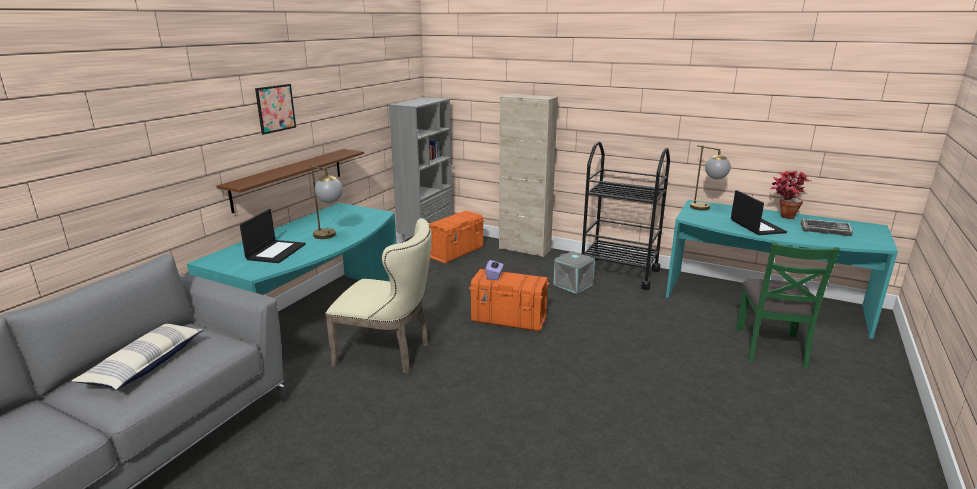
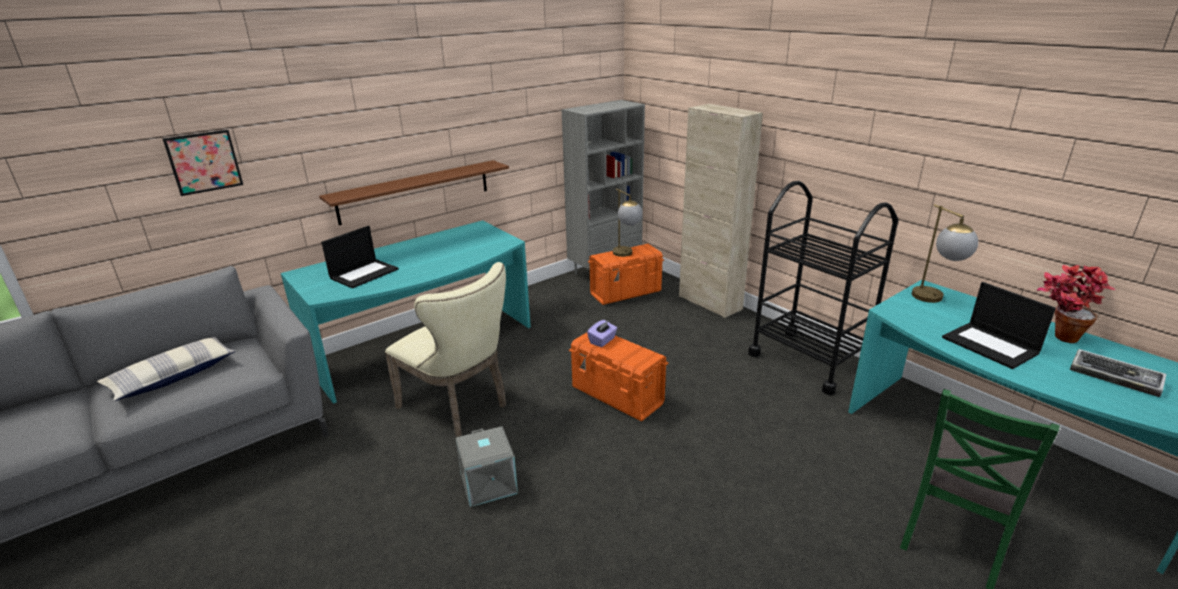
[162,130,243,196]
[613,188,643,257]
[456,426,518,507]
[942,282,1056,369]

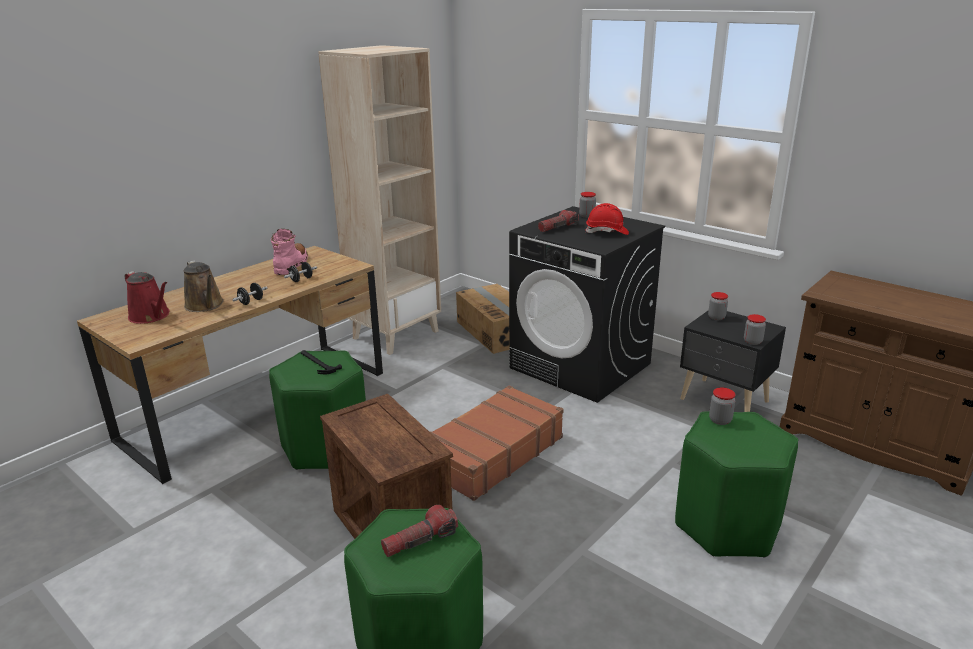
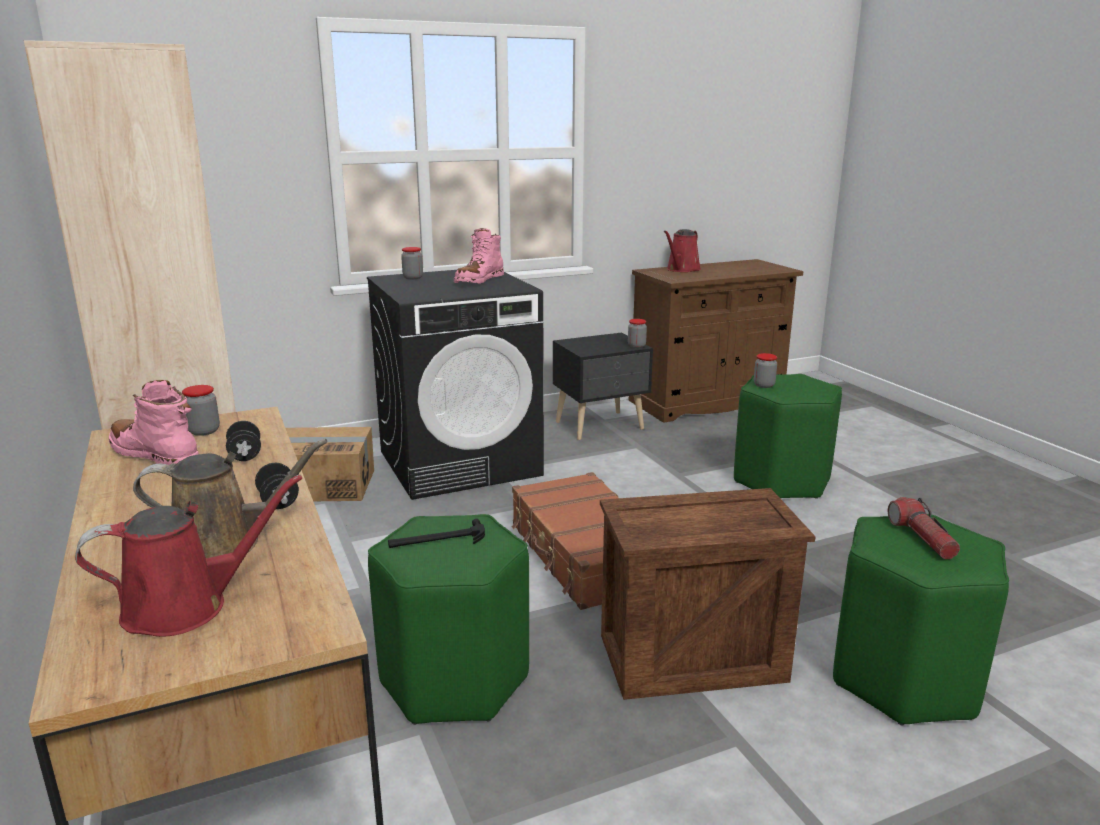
[538,210,579,232] (first image)
[454,228,504,284]
[182,385,220,436]
[664,229,701,272]

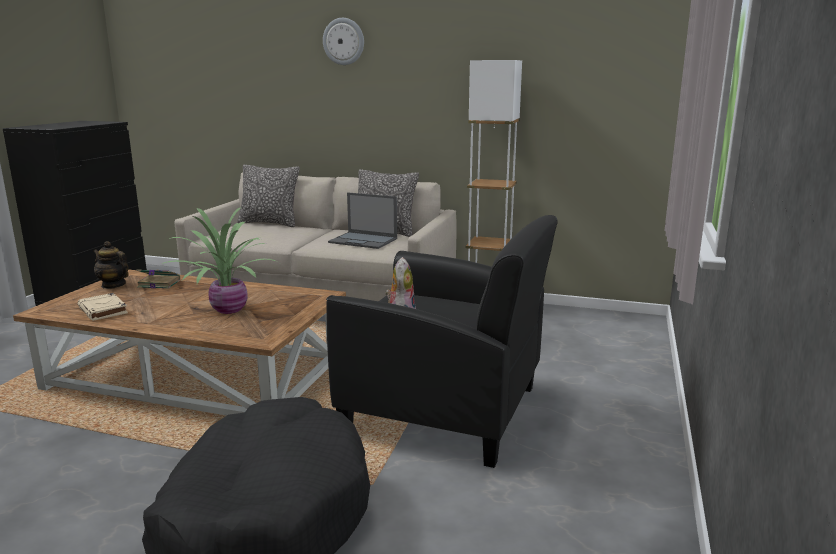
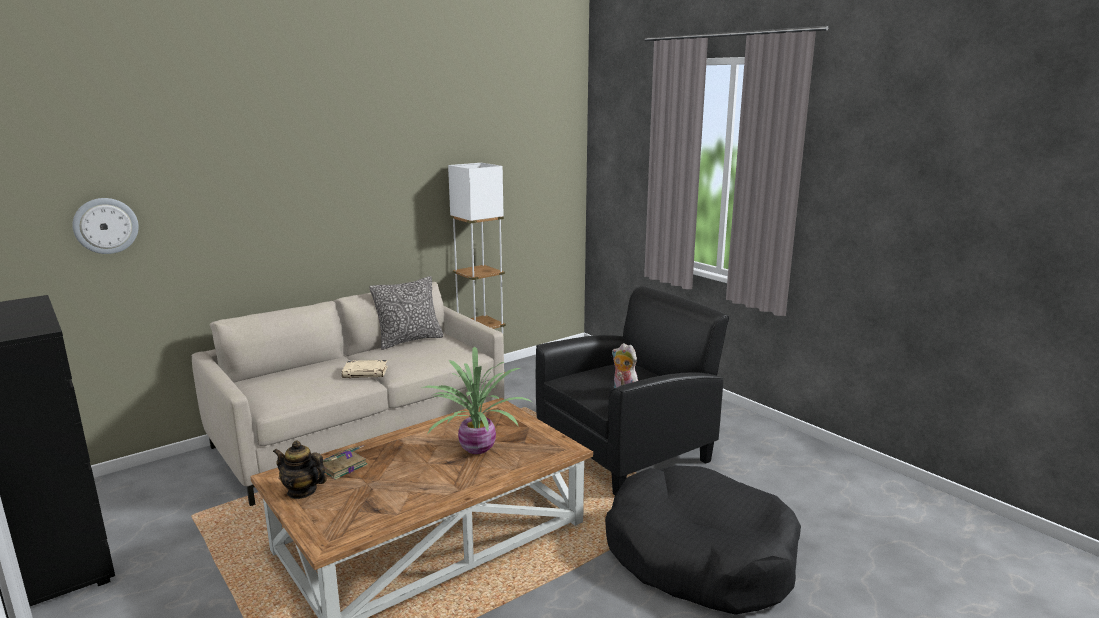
[342,360,388,378]
[273,441,327,499]
[237,164,300,227] (first image)
[72,198,139,254]
[328,192,397,249] (first image)

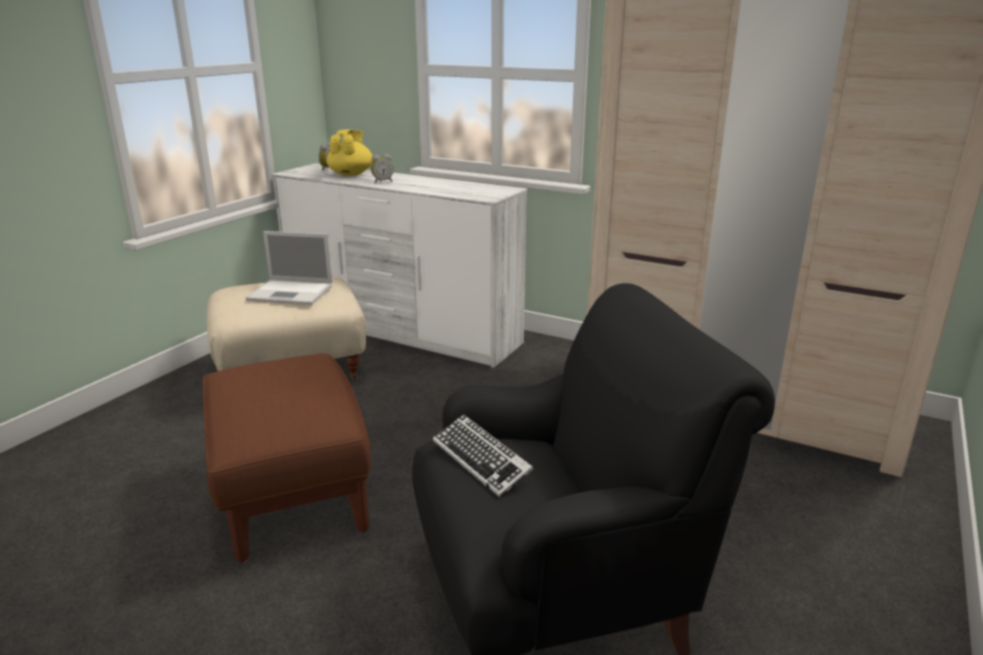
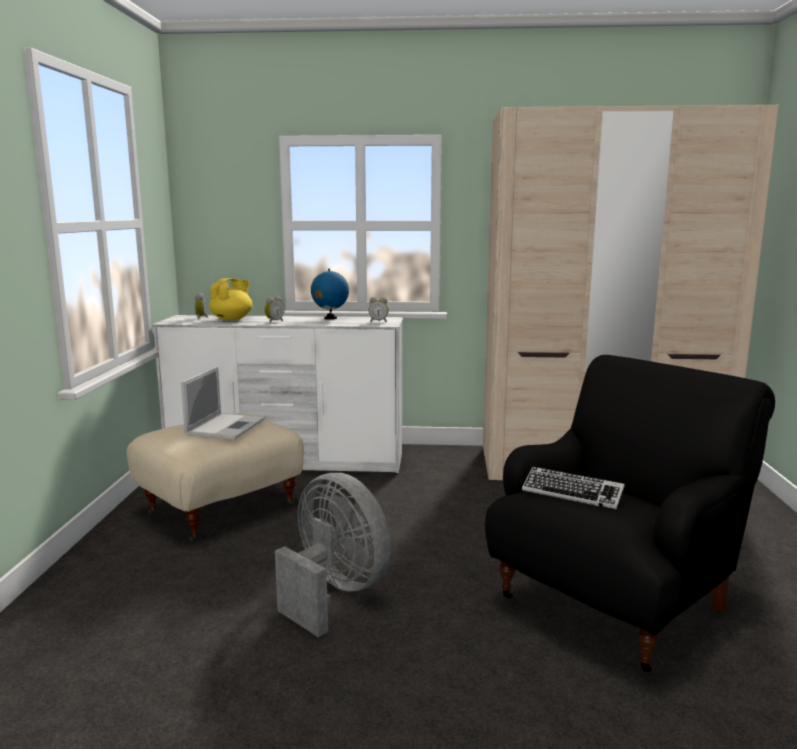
[275,473,391,637]
[181,367,265,440]
[209,278,253,320]
[311,269,349,319]
[369,297,389,322]

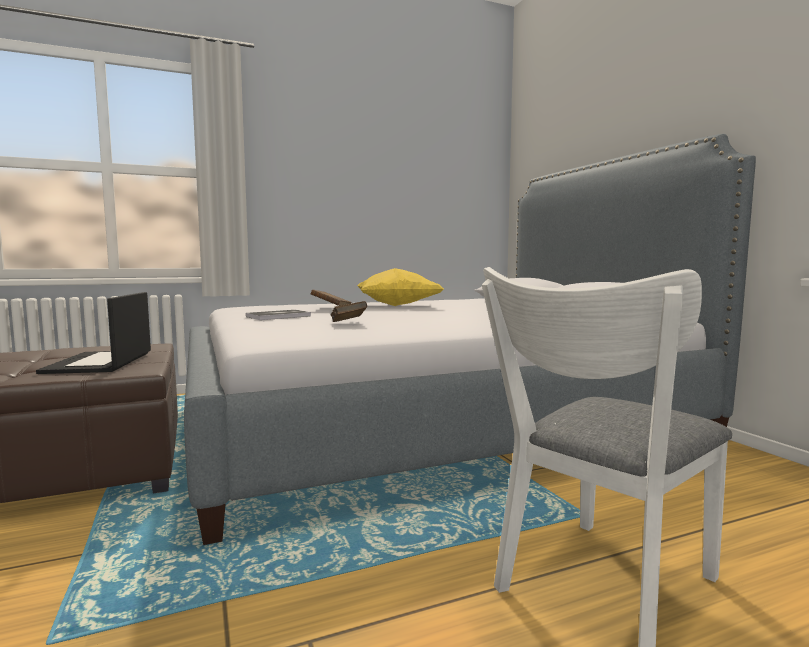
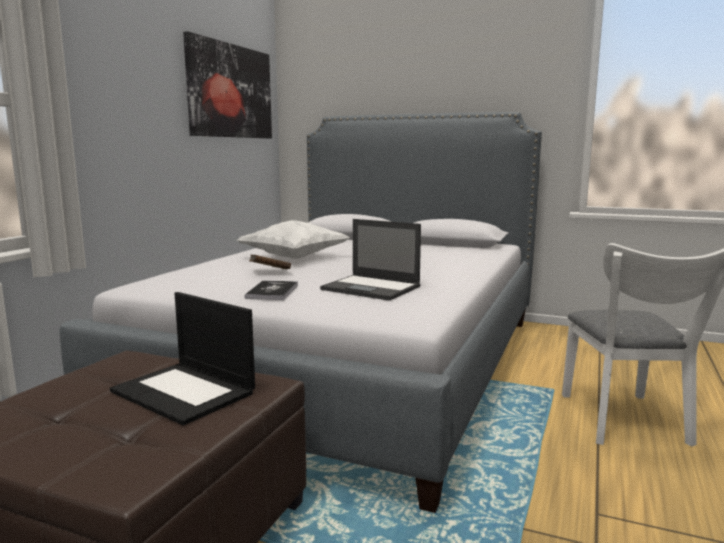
[320,219,421,301]
[237,220,350,259]
[183,31,272,138]

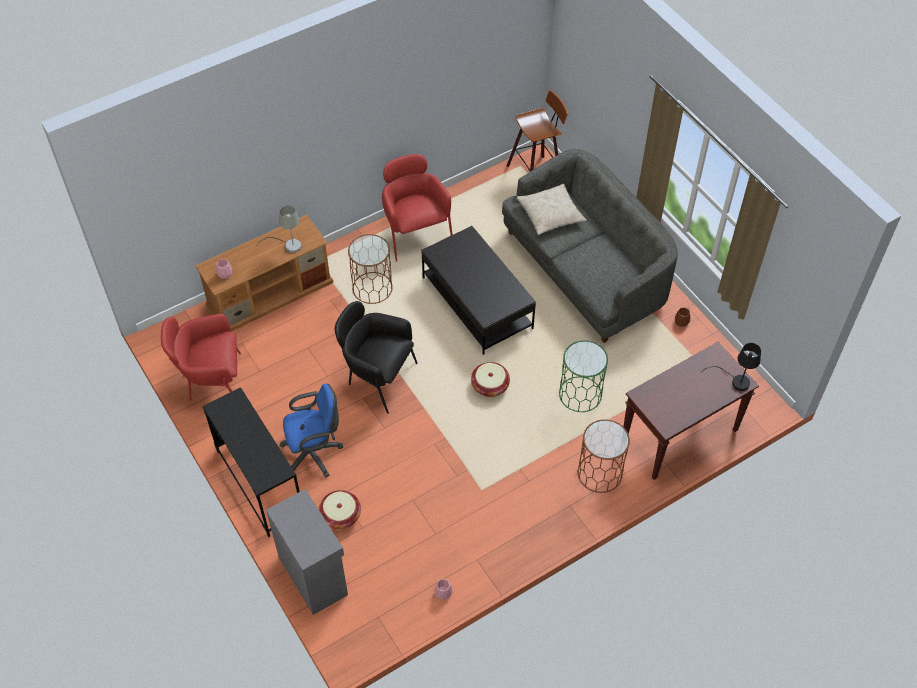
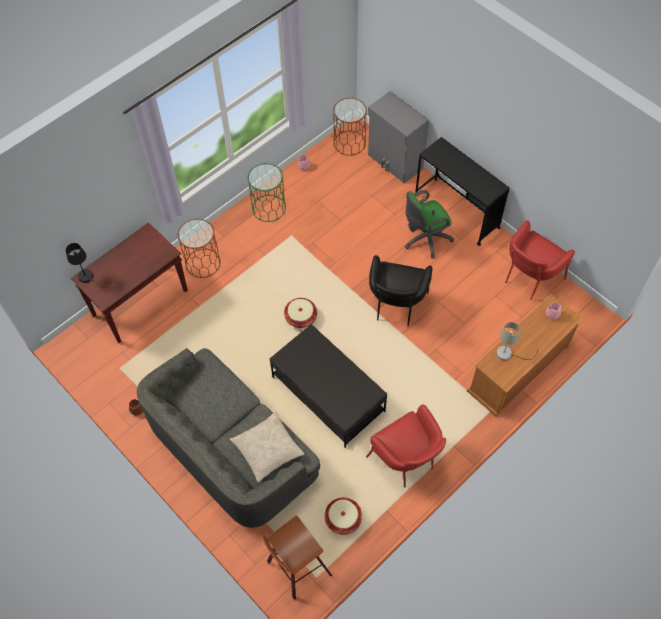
[505,220,575,300]
[405,190,454,258]
[324,497,362,535]
[369,255,433,327]
[333,98,367,156]
[248,163,286,222]

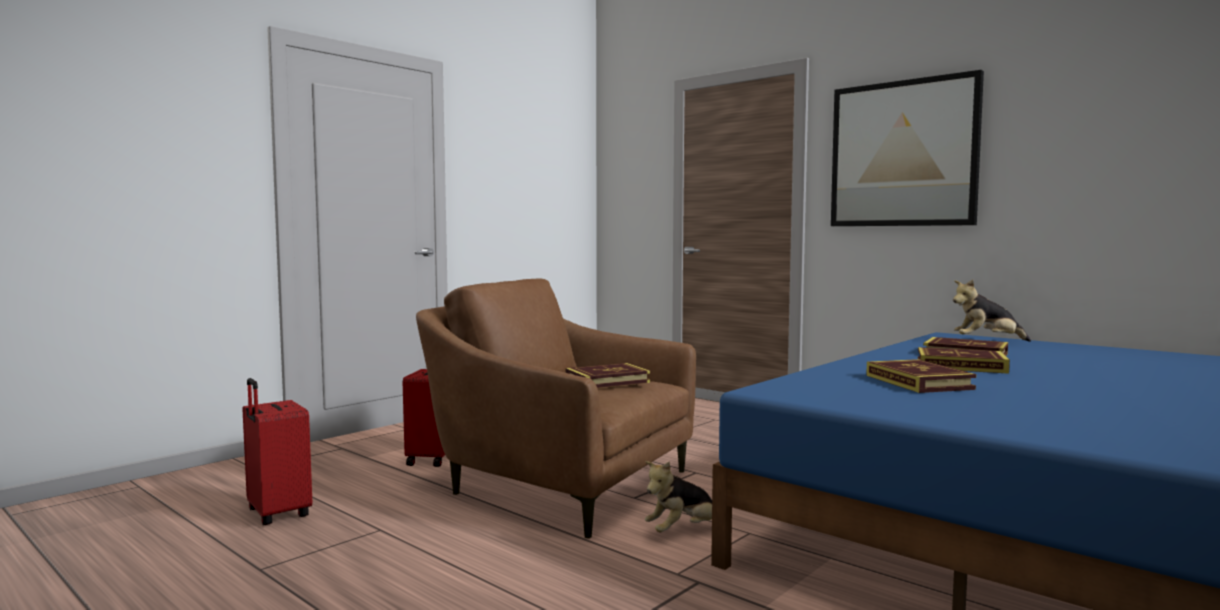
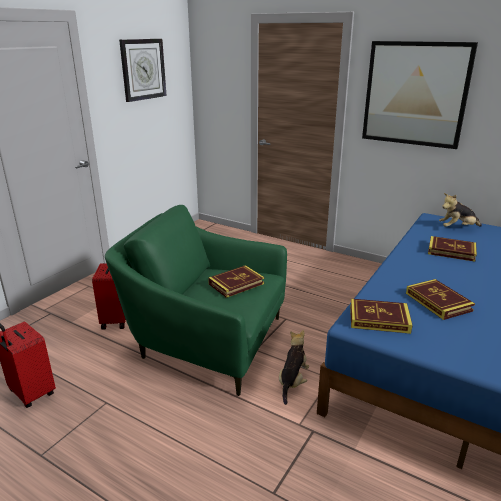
[105,205,287,396]
[279,330,309,405]
[350,299,413,334]
[119,39,167,102]

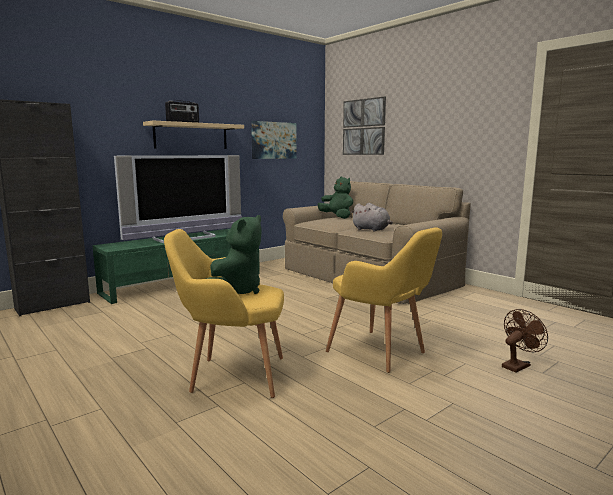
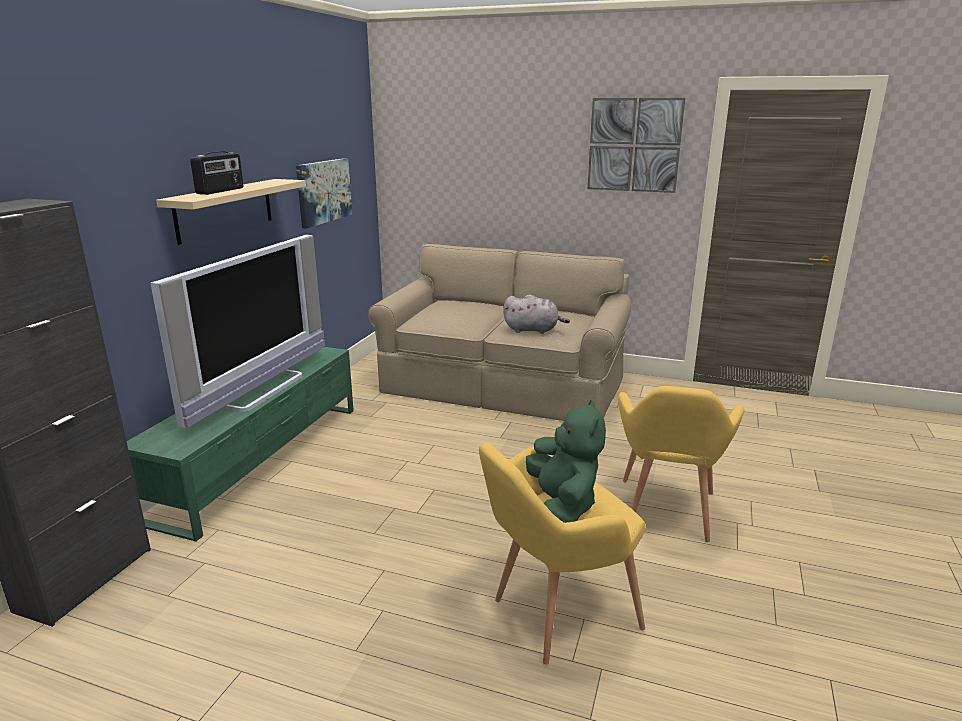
[318,176,353,219] (first image)
[618,386,744,542]
[588,98,685,193]
[502,309,548,373] (first image)

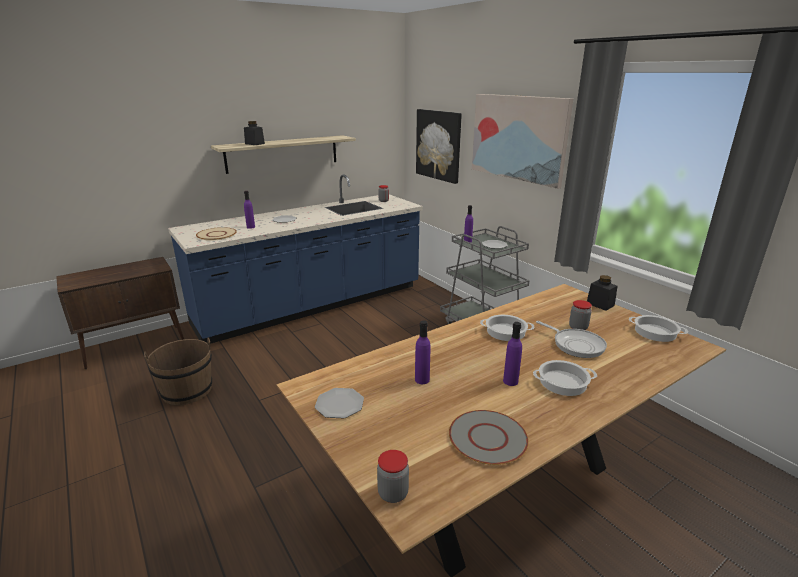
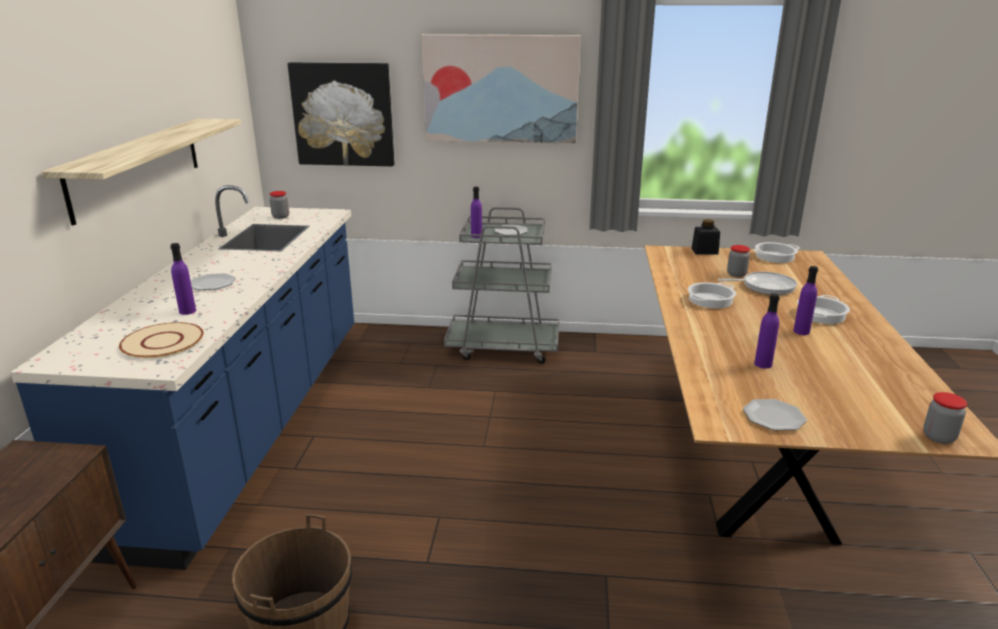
[244,121,265,145] (first image)
[449,410,529,465] (first image)

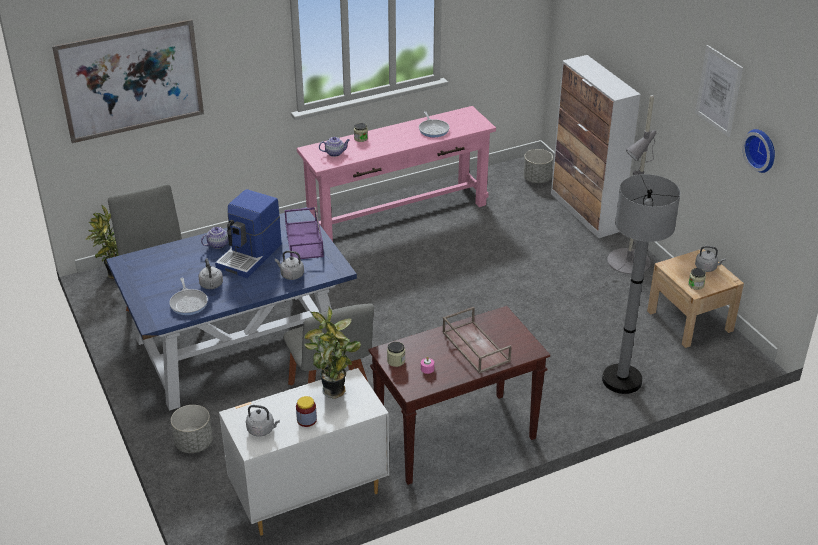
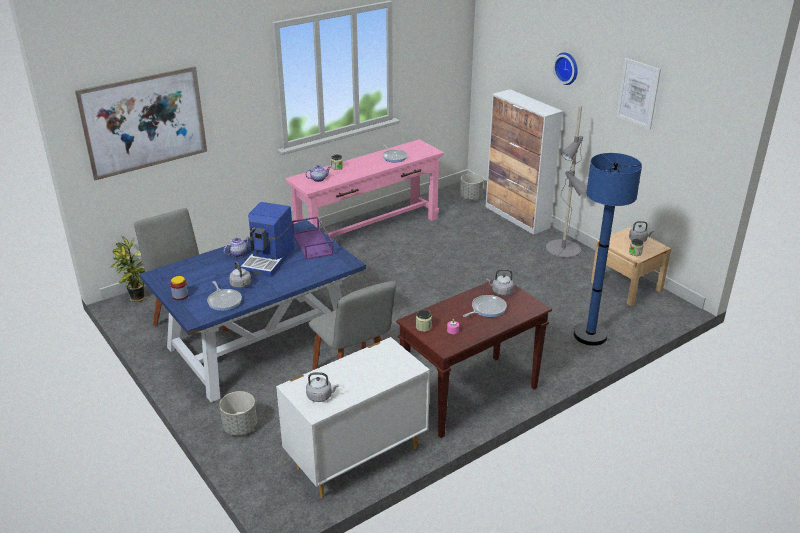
[487,269,514,296]
[170,276,188,300]
[304,307,361,399] (first image)
[463,295,507,317]
[574,153,642,346]
[553,53,578,85]

